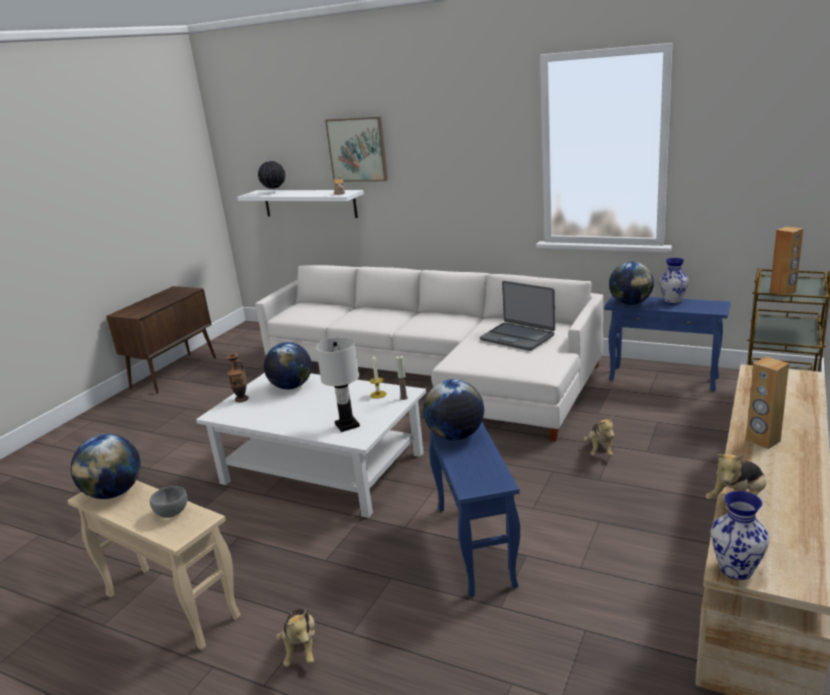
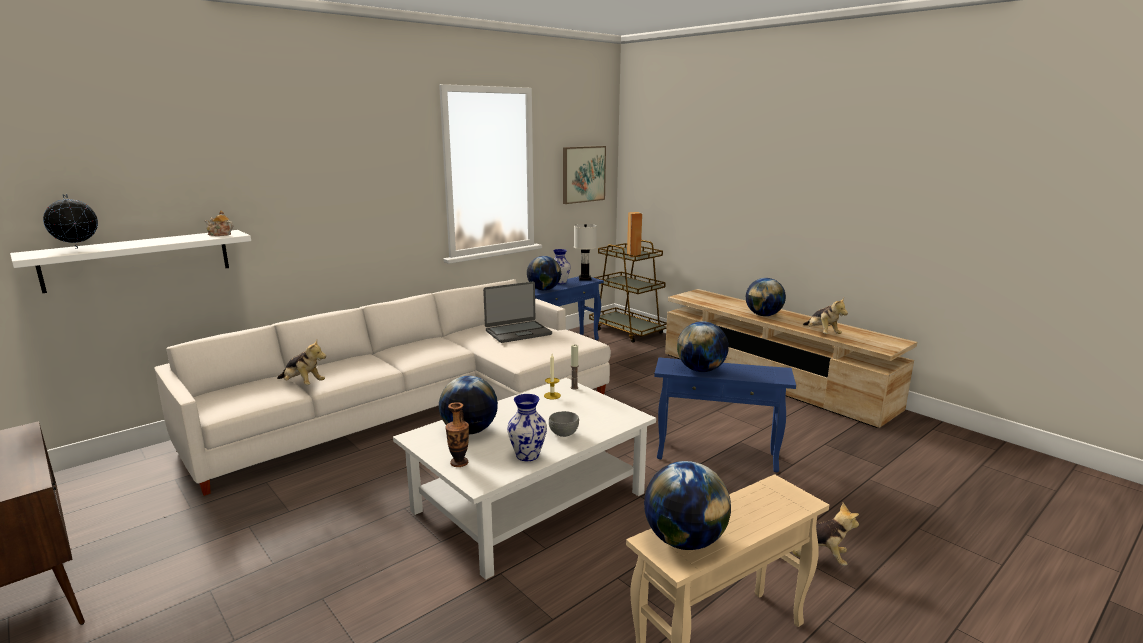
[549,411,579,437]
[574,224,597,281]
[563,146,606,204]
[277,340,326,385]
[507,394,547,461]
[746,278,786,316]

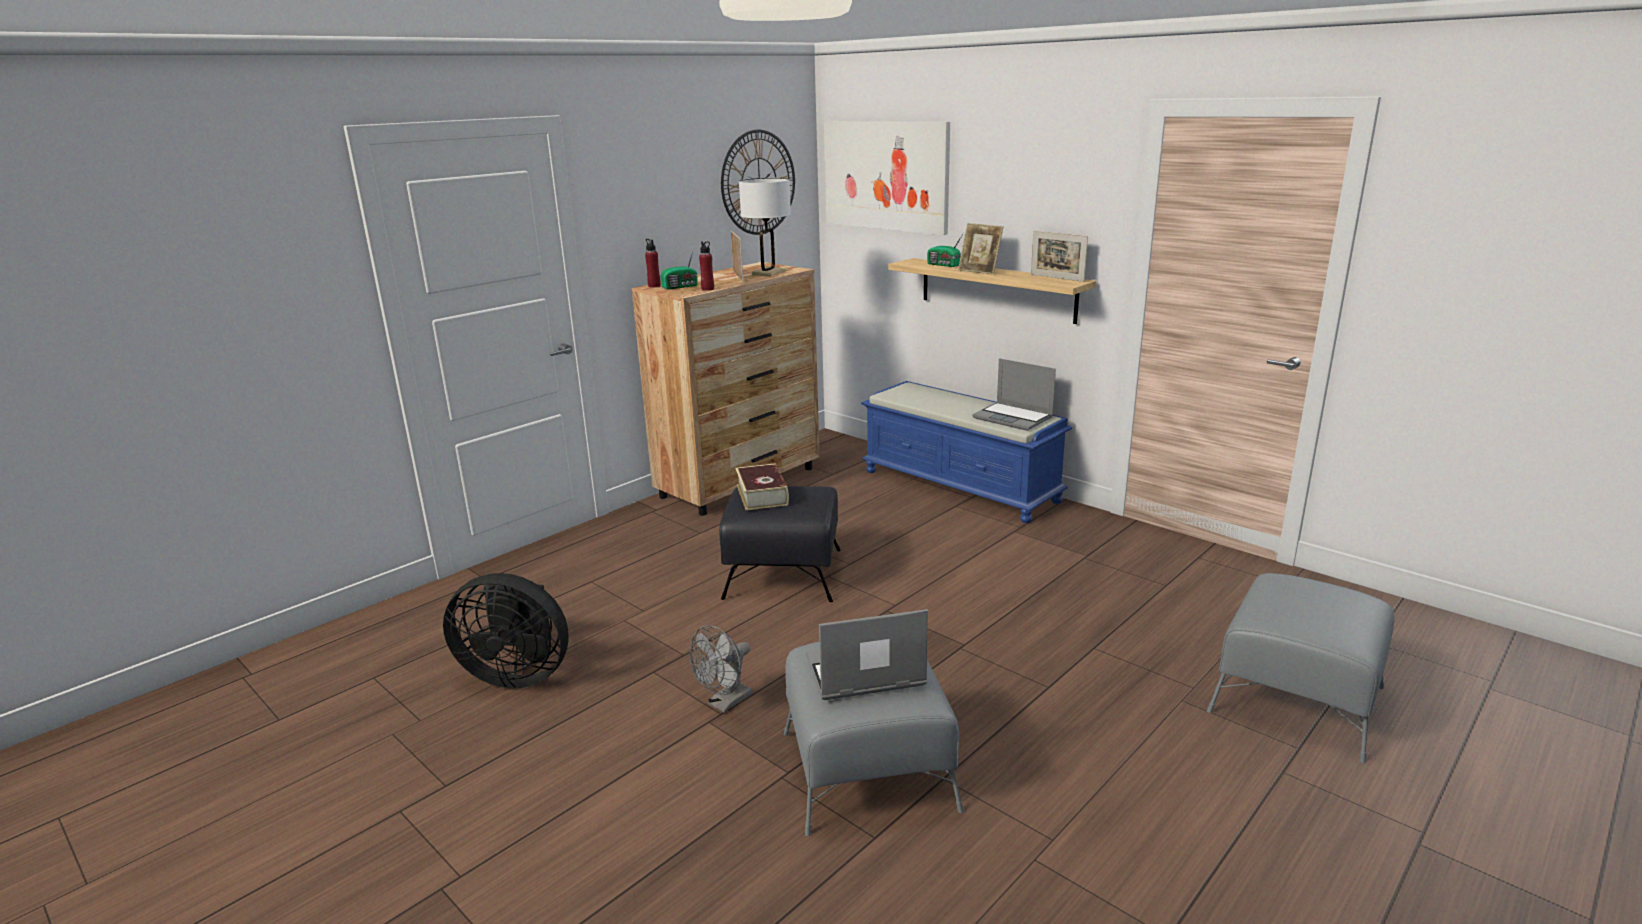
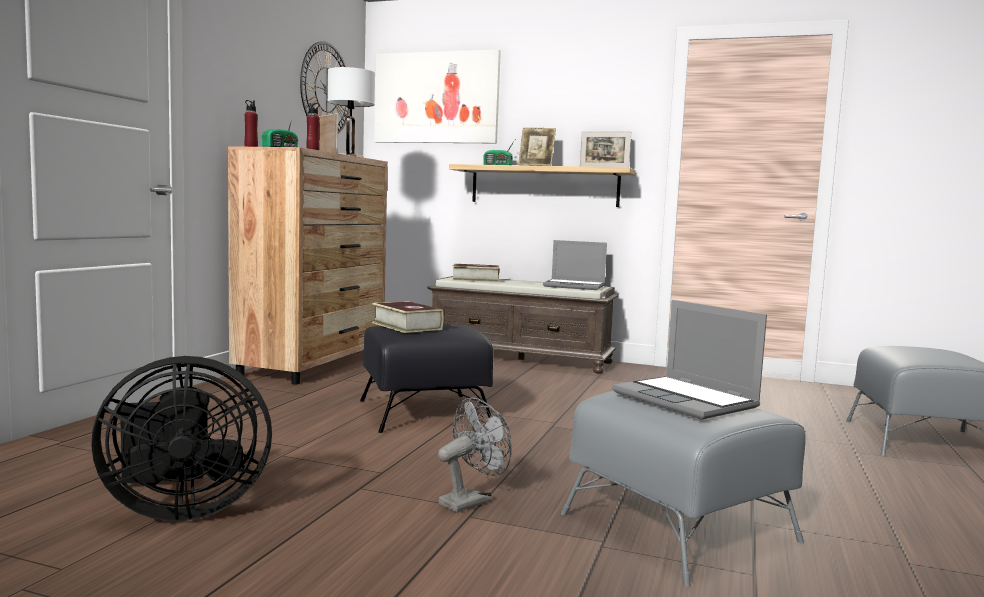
[438,397,511,513]
[612,300,767,420]
[427,276,619,374]
[452,264,499,282]

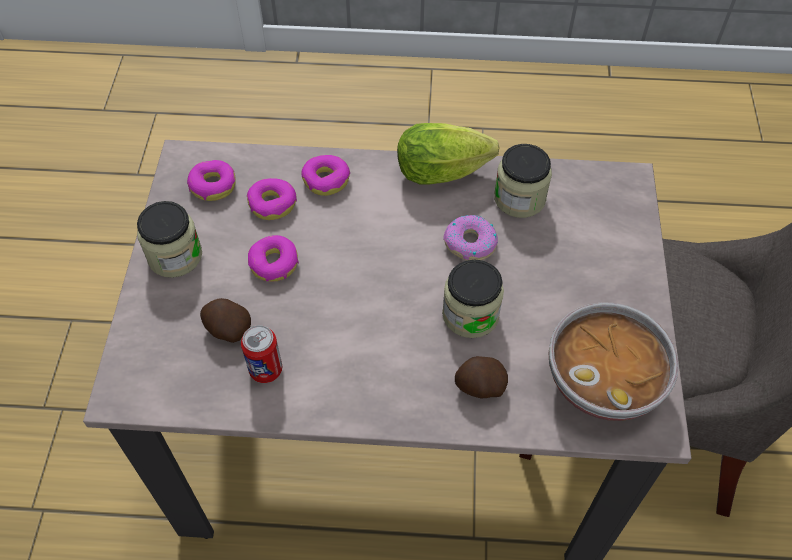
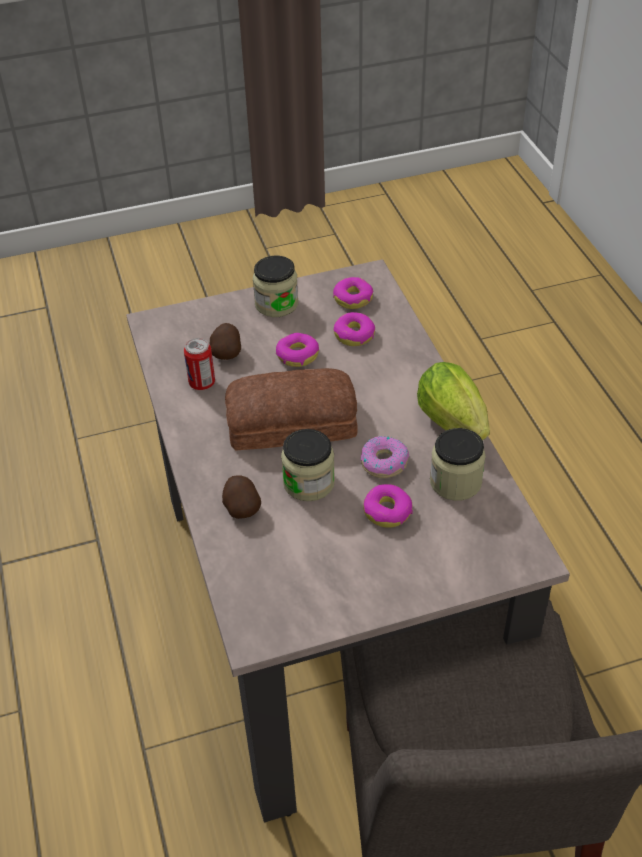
[363,484,413,528]
[549,302,679,421] (first image)
[225,368,358,451]

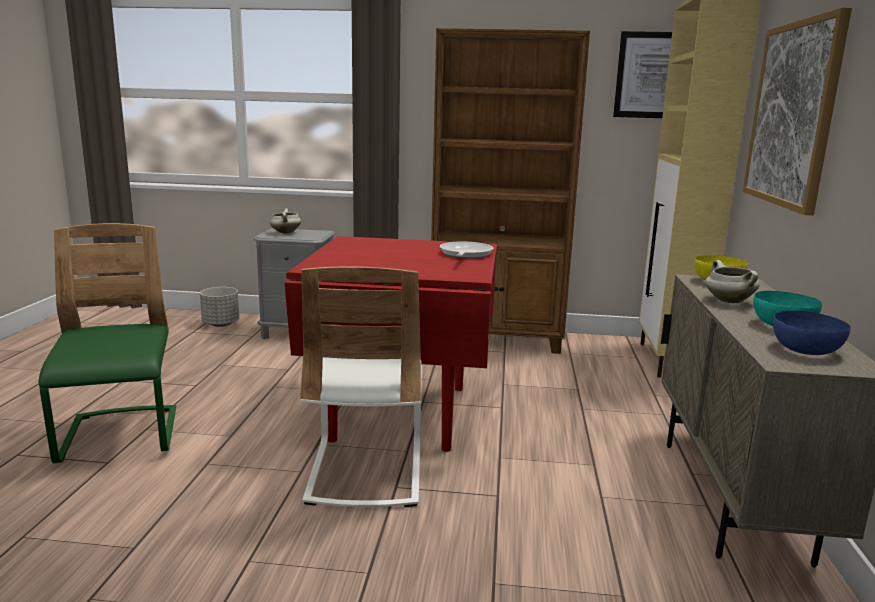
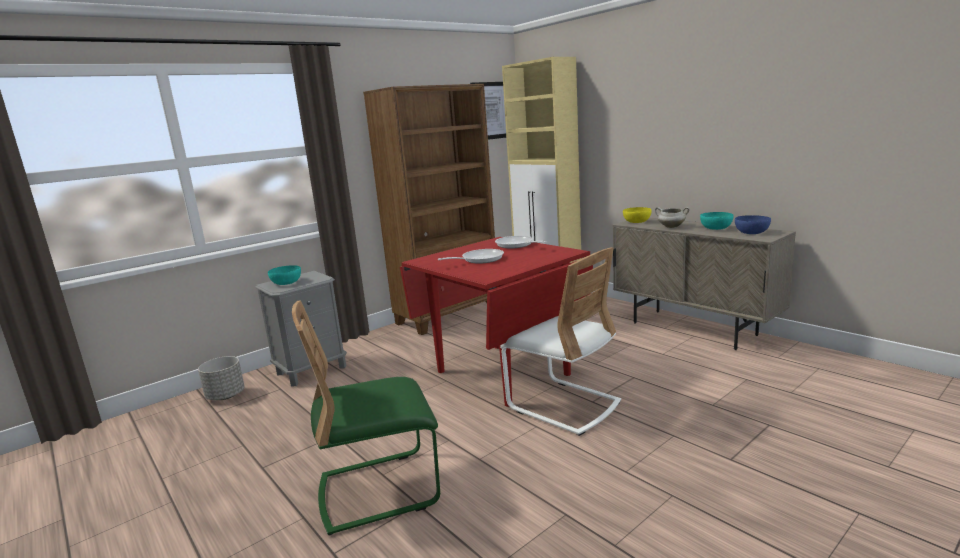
[292,300,440,535]
[268,265,301,285]
[743,7,852,215] (first image)
[438,249,504,264]

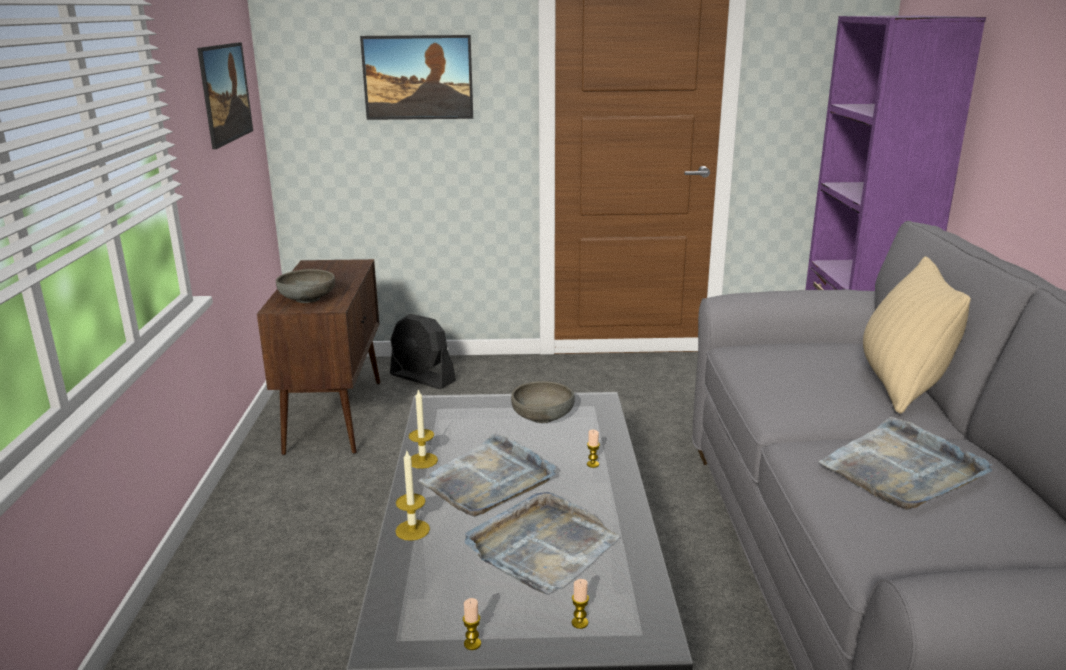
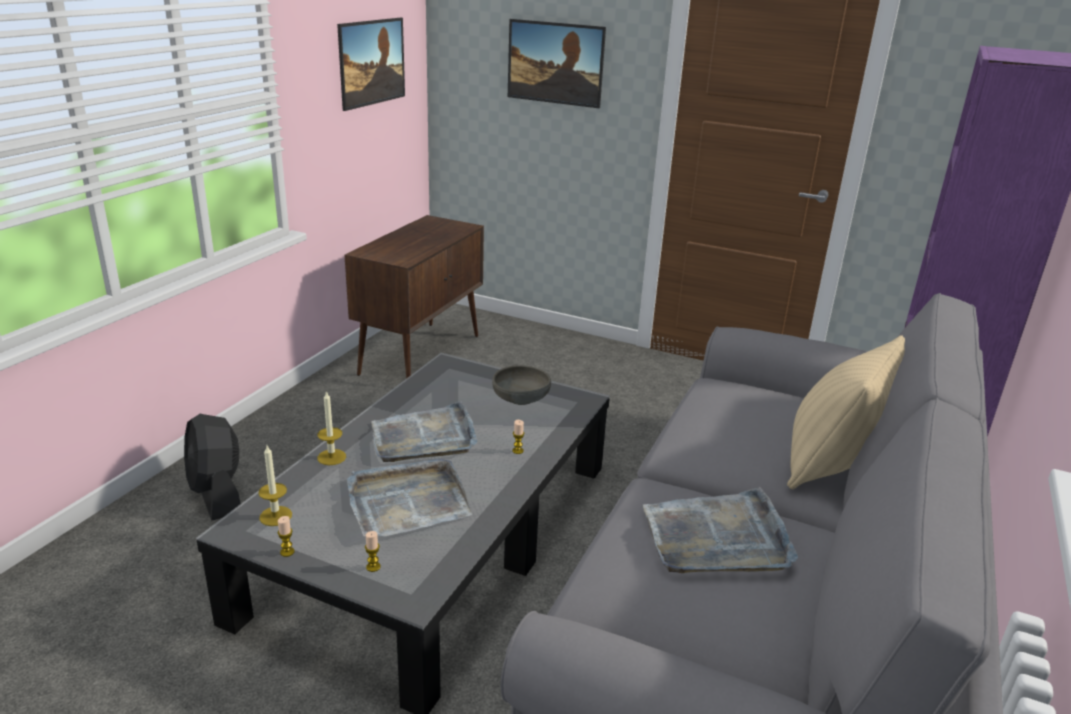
[276,269,335,303] (first image)
[184,414,241,521]
[258,446,292,526]

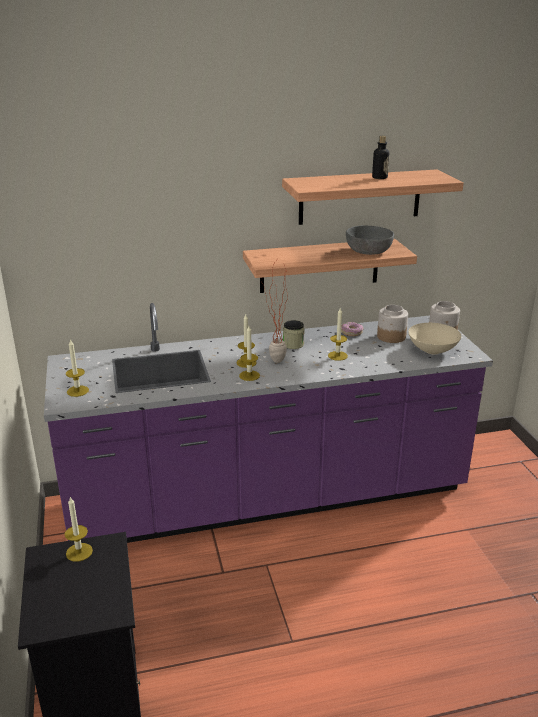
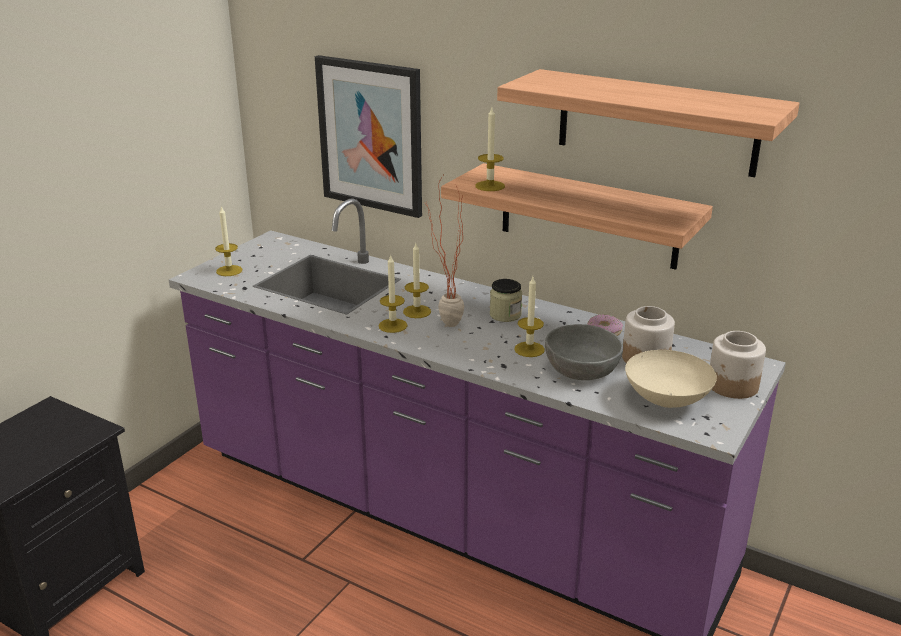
[475,108,505,191]
[545,324,623,380]
[372,136,390,179] (first image)
[315,55,422,218]

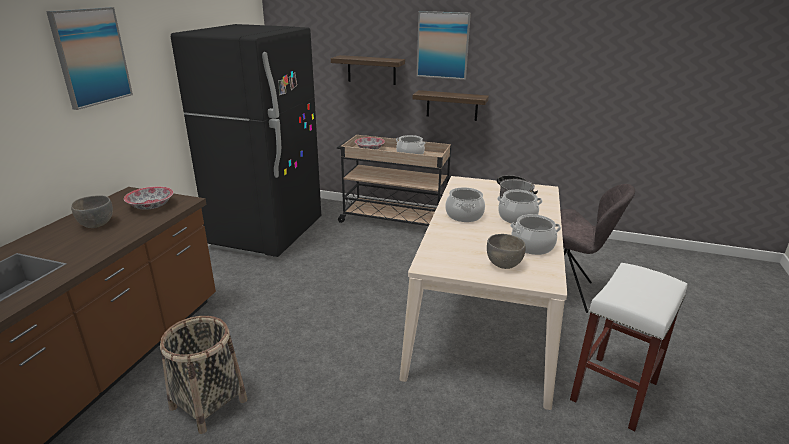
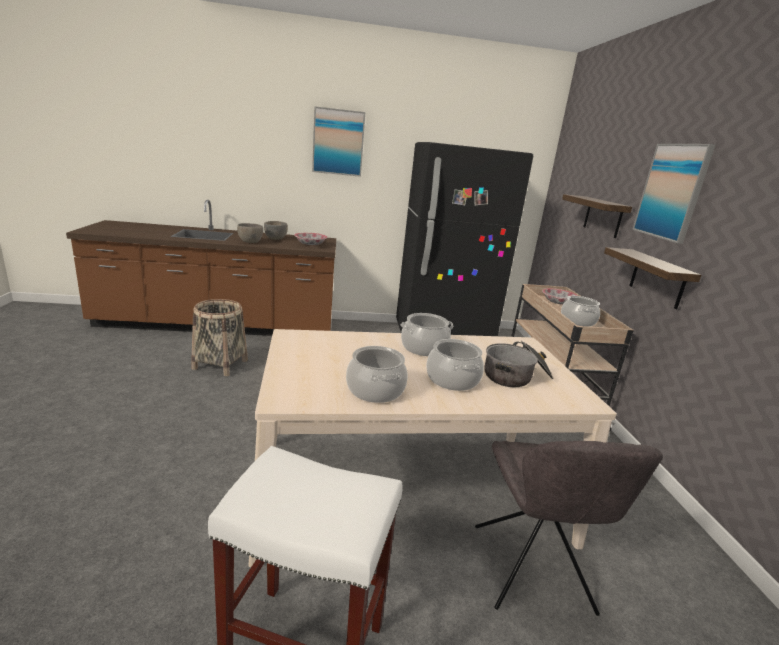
[237,223,263,243]

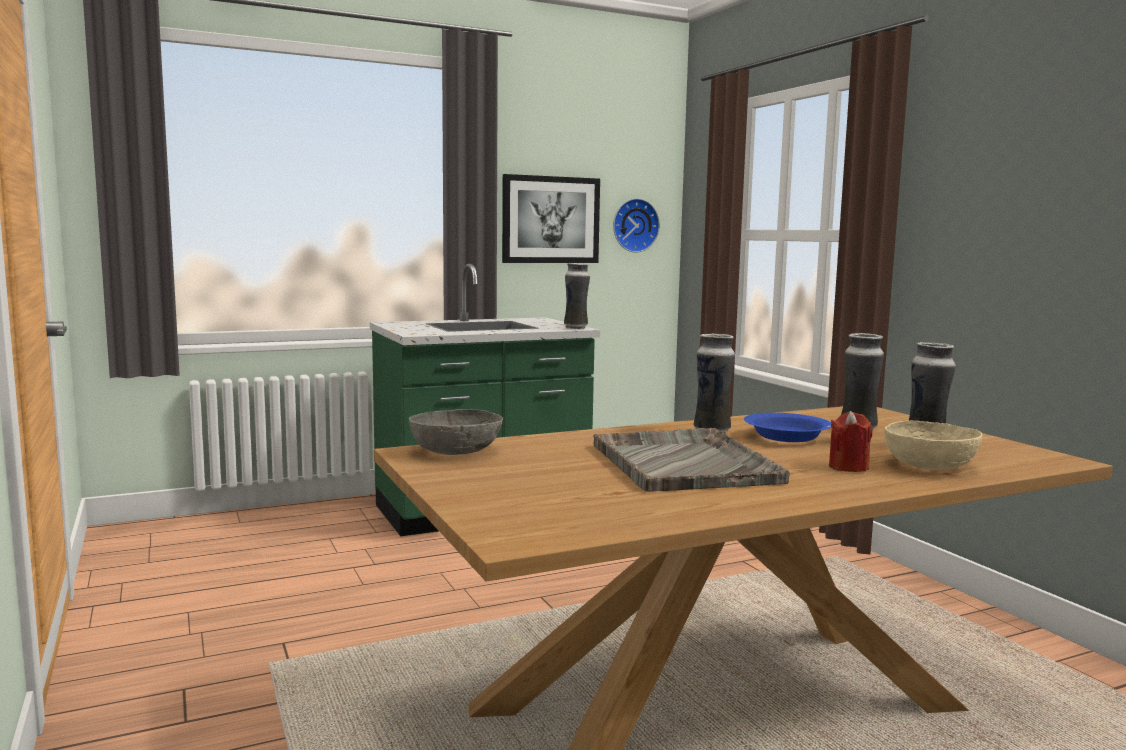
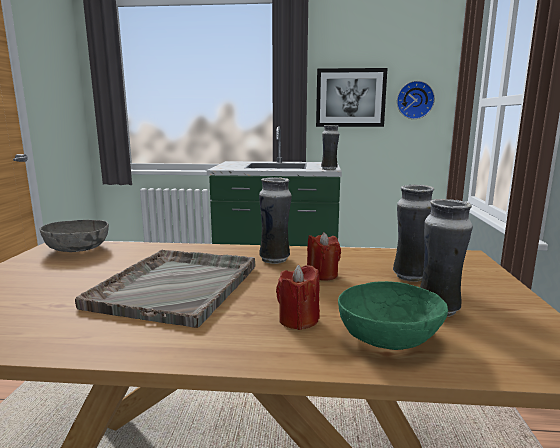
[307,232,341,281]
[338,281,448,350]

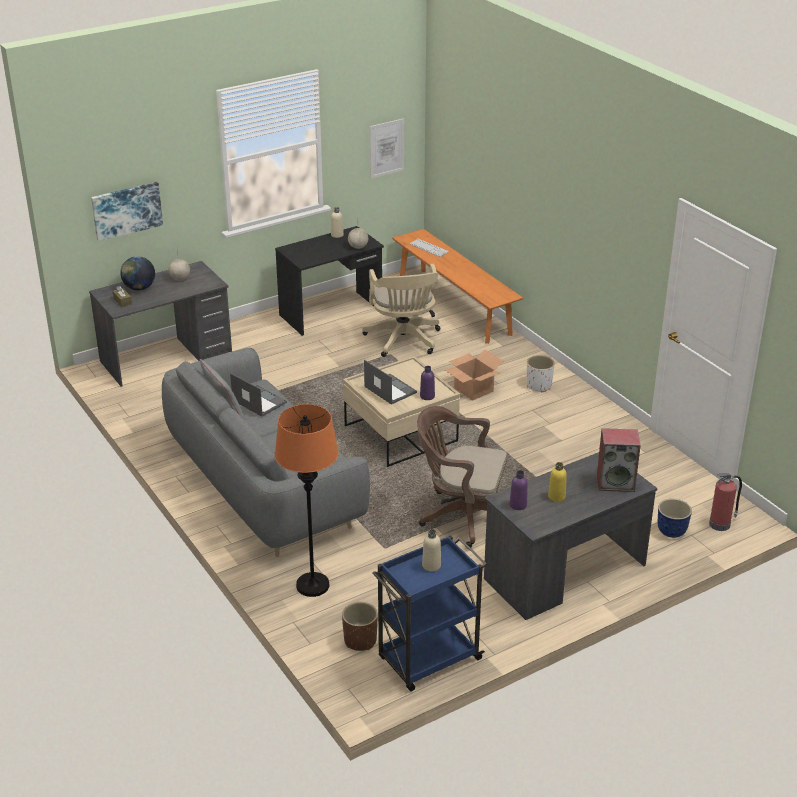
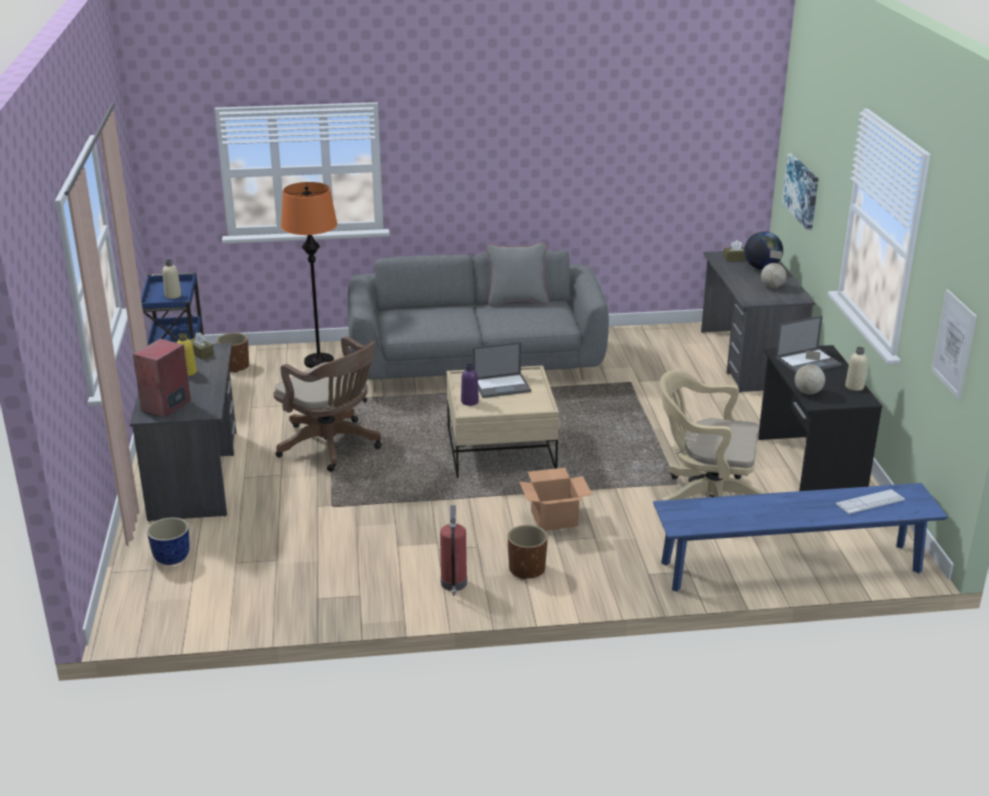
[775,316,842,373]
[653,483,948,592]
[273,336,381,472]
[190,332,214,359]
[508,525,548,580]
[440,505,467,596]

